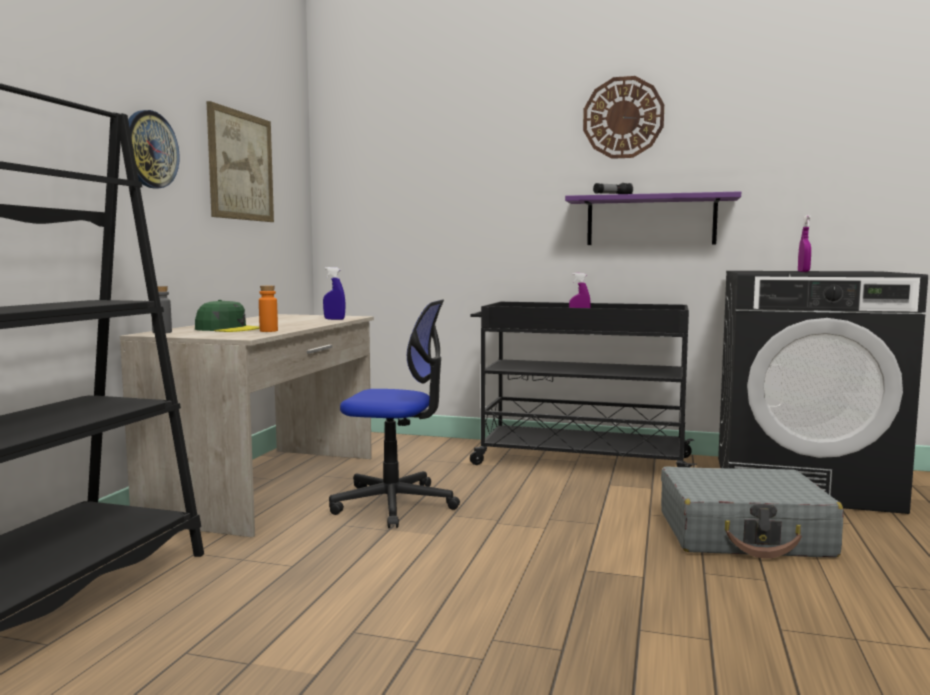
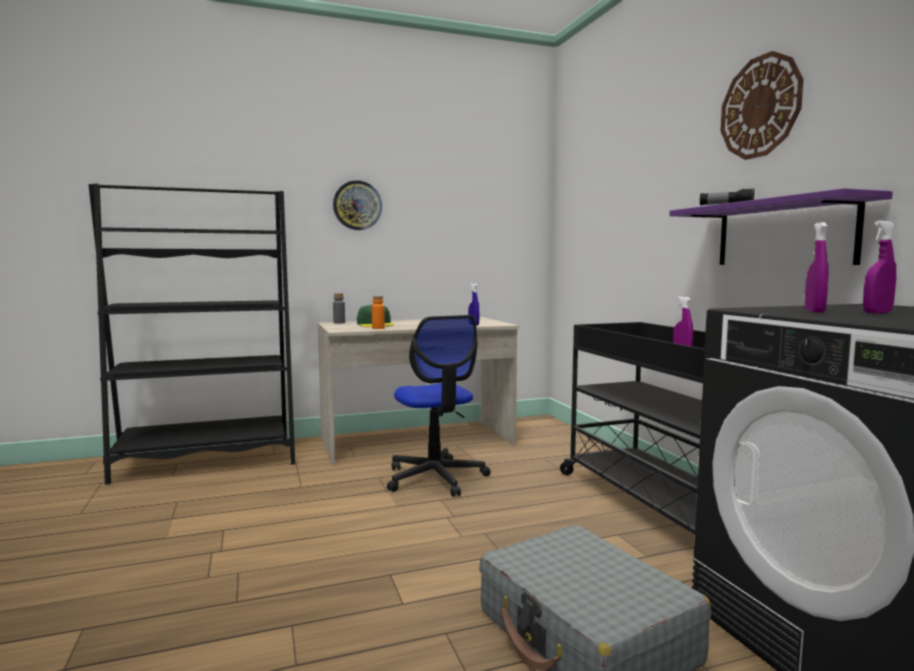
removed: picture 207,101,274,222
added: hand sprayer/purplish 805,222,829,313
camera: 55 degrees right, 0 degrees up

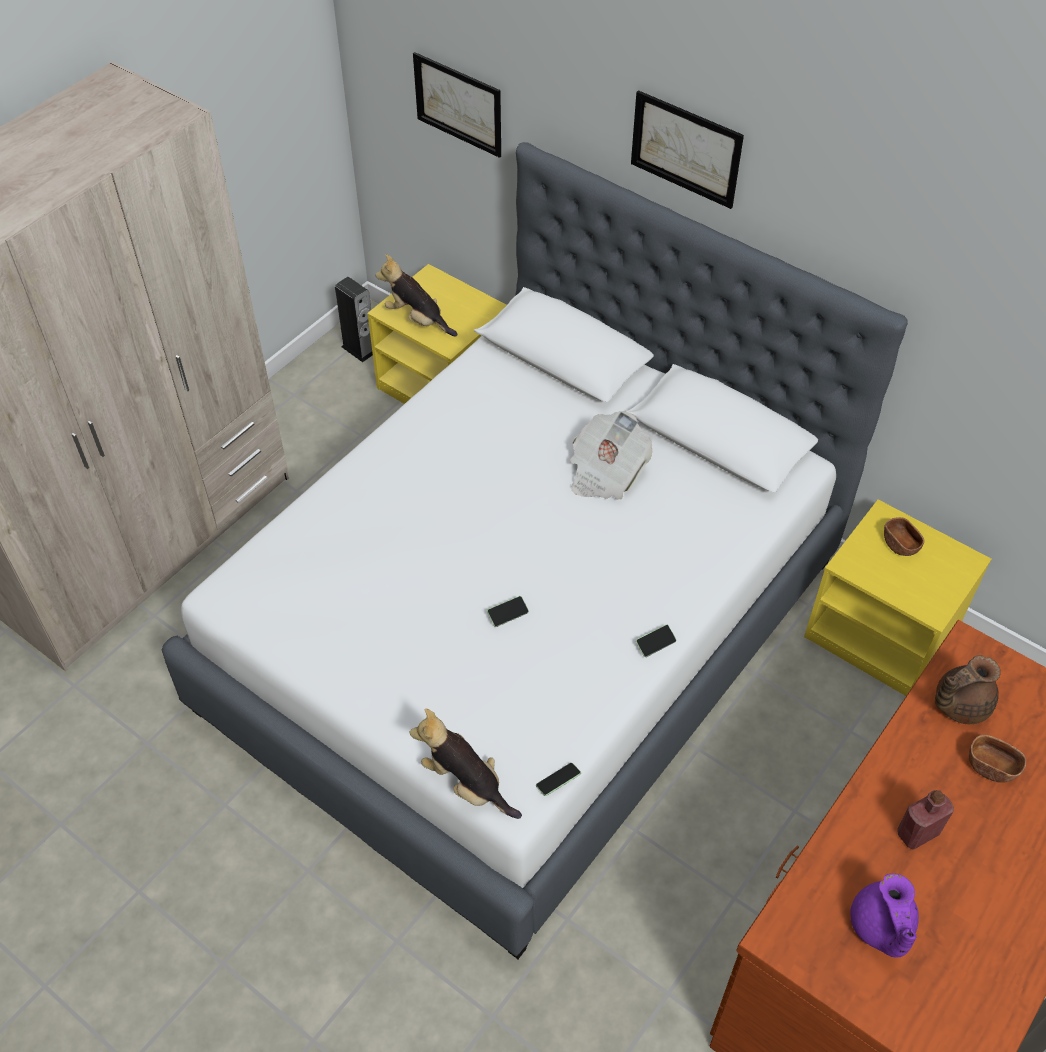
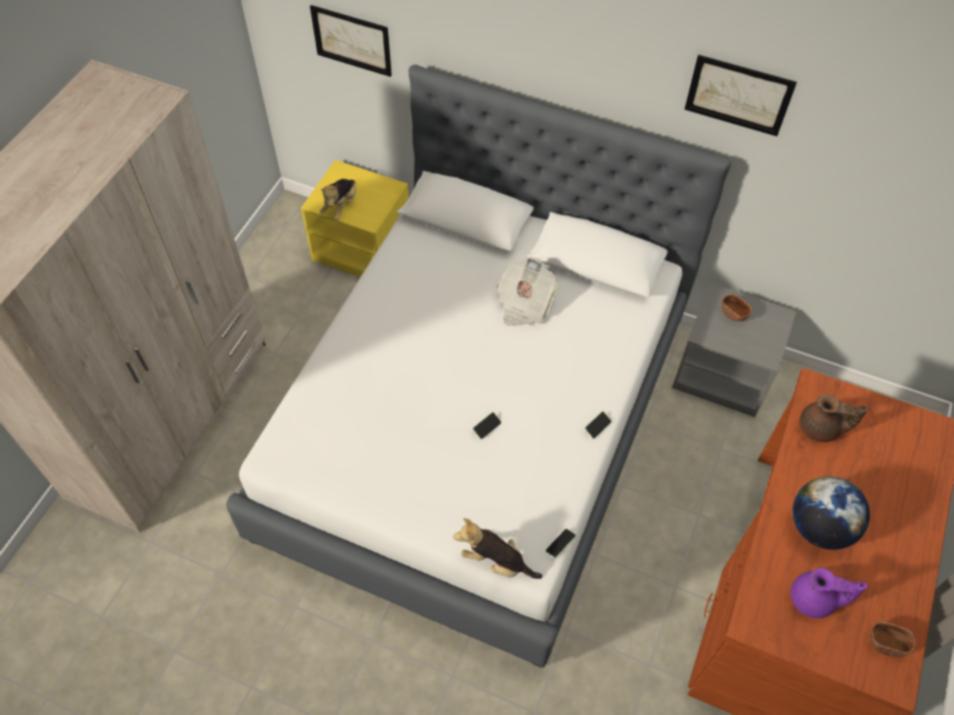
removed: audio speaker 335,277,373,362
moved: picture 631,90,744,209 to 684,55,797,136; deep dish/brown-coloured 969,734,1026,783 to 870,621,915,657
replaced: drink bottle/reddish 897,790,954,850 to world globe 793,476,870,550
recoloured: nightstand/yellow 804,500,992,696 to nightstand/grey 672,283,797,417
turned: cuddly toy 376,254,458,337 = 320,179,356,220 90 degrees counterclockwise; tea pot/purplish 851,873,919,958 = 791,568,868,619 60 degrees counterclockwise; tea pot/brown-coloured 935,655,1001,724 = 799,394,868,443 120 degrees counterclockwise
camera: 15 degrees left, 5 degrees up

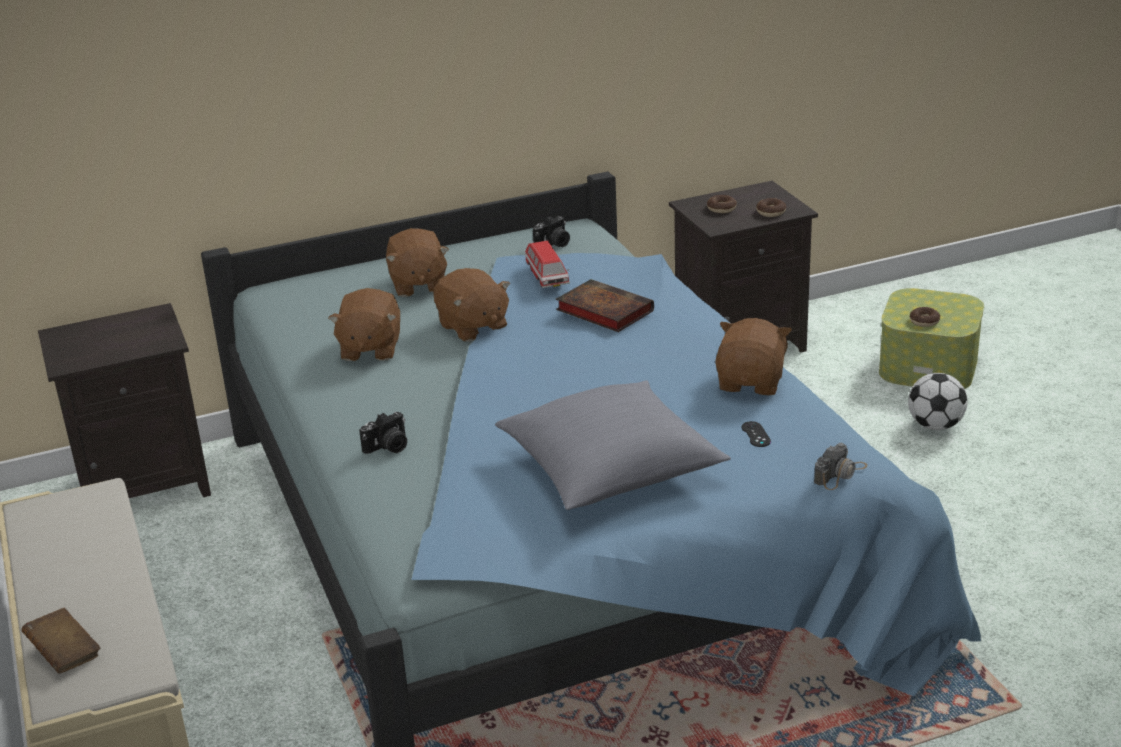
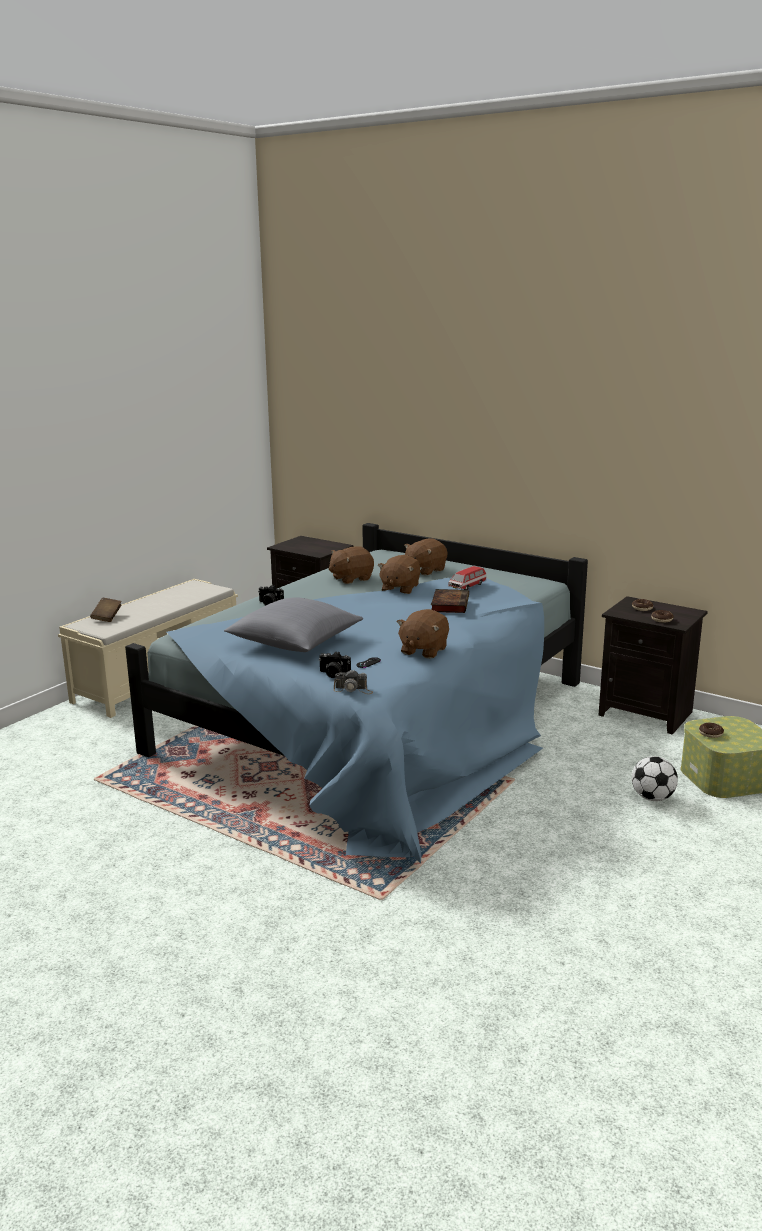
moved: photo camera 533,216,570,247 to 319,651,351,678
turned: cuddly toy/brown-coloured 715,318,792,395 = 397,609,449,659 135 degrees clockwise
camera: 55 degrees right, 10 degrees down

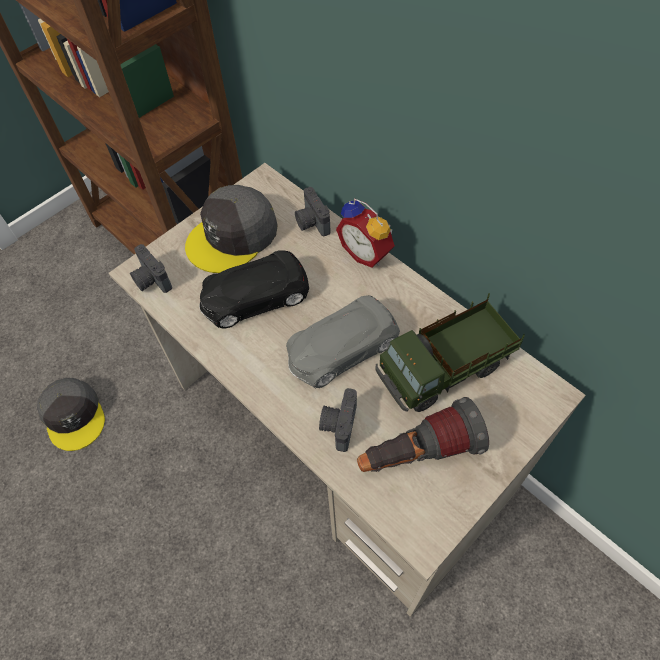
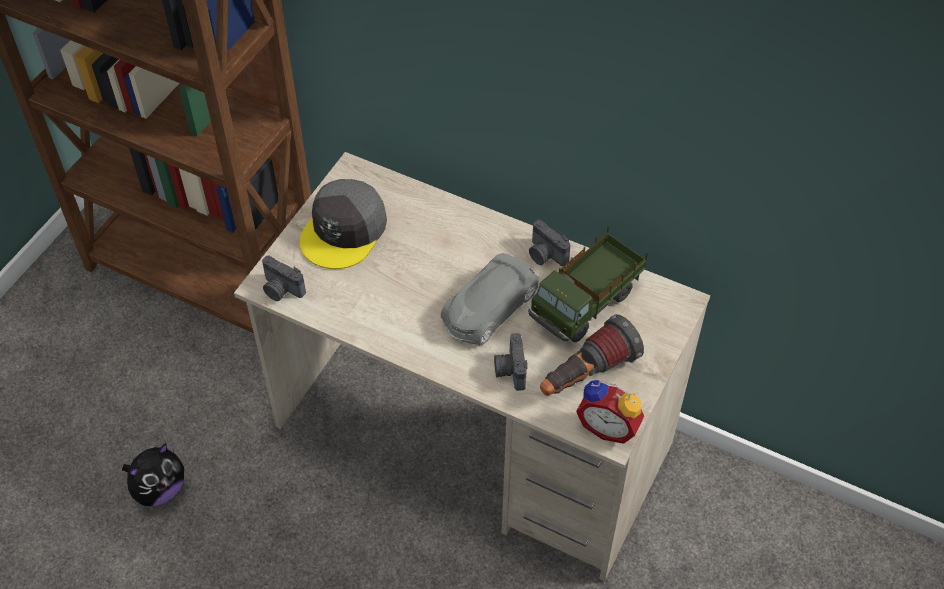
removed: toy car/black-coloured 199,250,309,329
moved: photo camera 295,187,331,236 to 529,220,570,266; alarm clock 336,198,395,268 to 576,380,644,444
replaced: peaked cap/grey 37,378,105,451 to cuddly toy 122,443,184,506
camera: 20 degrees left, 5 degrees down

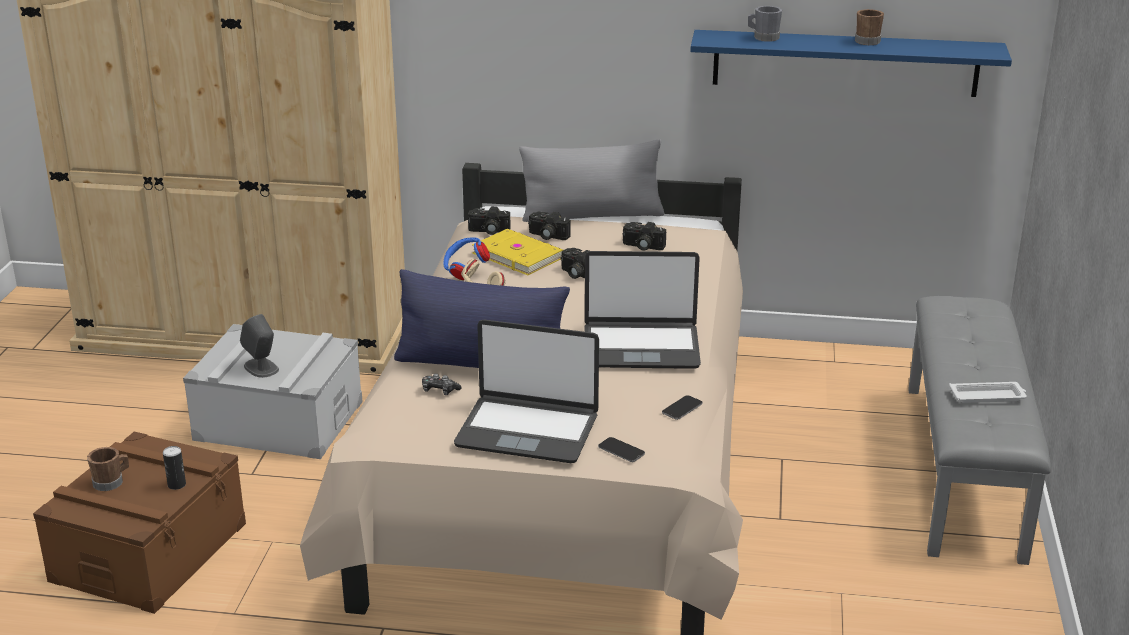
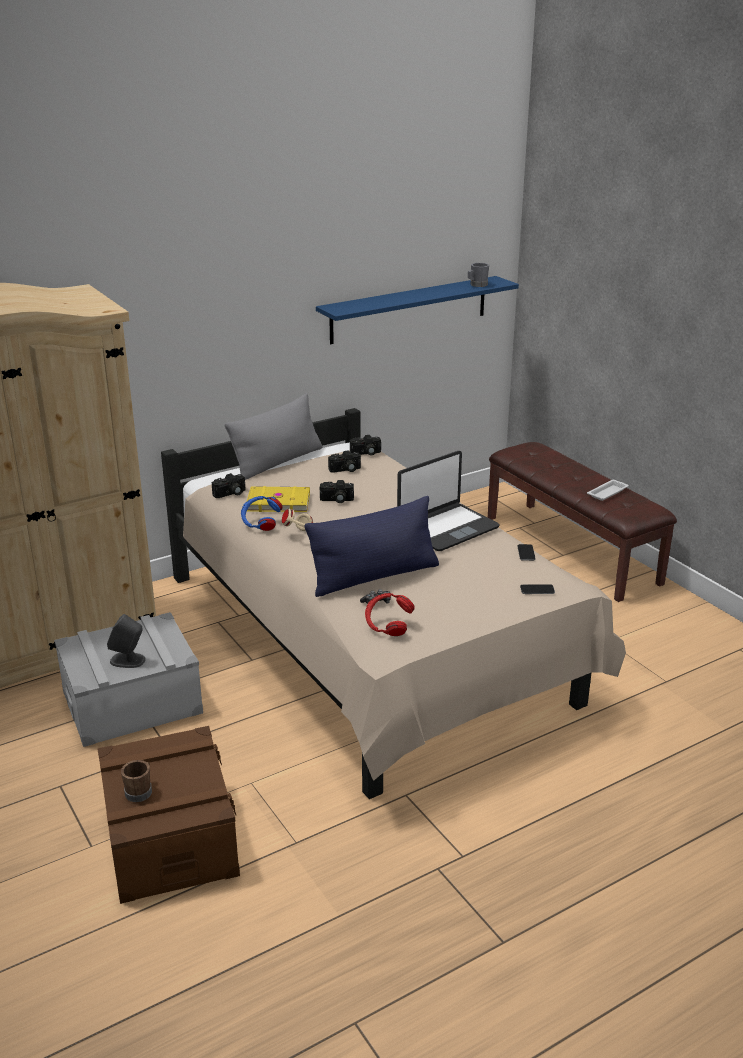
removed: metal can 163,446,186,490; portable computer 454,320,599,463; mug/brown-coloured 855,9,884,45
added: pair of headphones/reddish 365,593,415,636
moved: photo camera 528,211,571,240 to 350,435,381,455; mug/grey 748,6,782,42 to 468,263,489,287
recoloured: long seat/grey 908,296,1051,565 to long seat/brown-coloured 488,442,677,602
camera: 40 degrees left, 0 degrees up

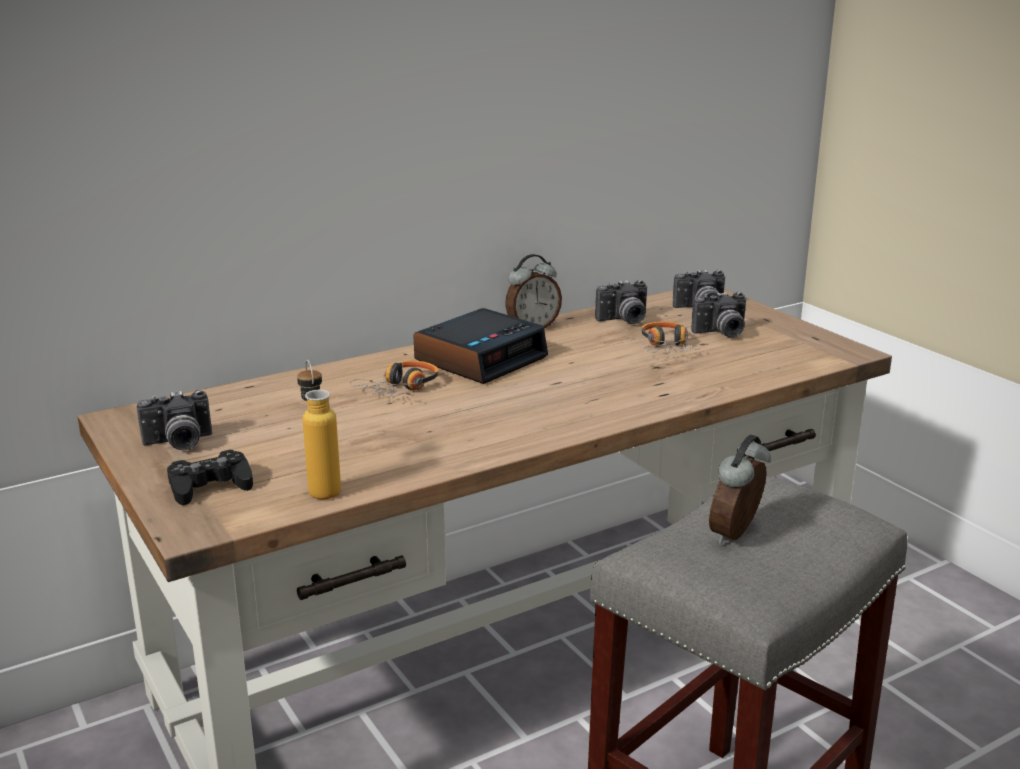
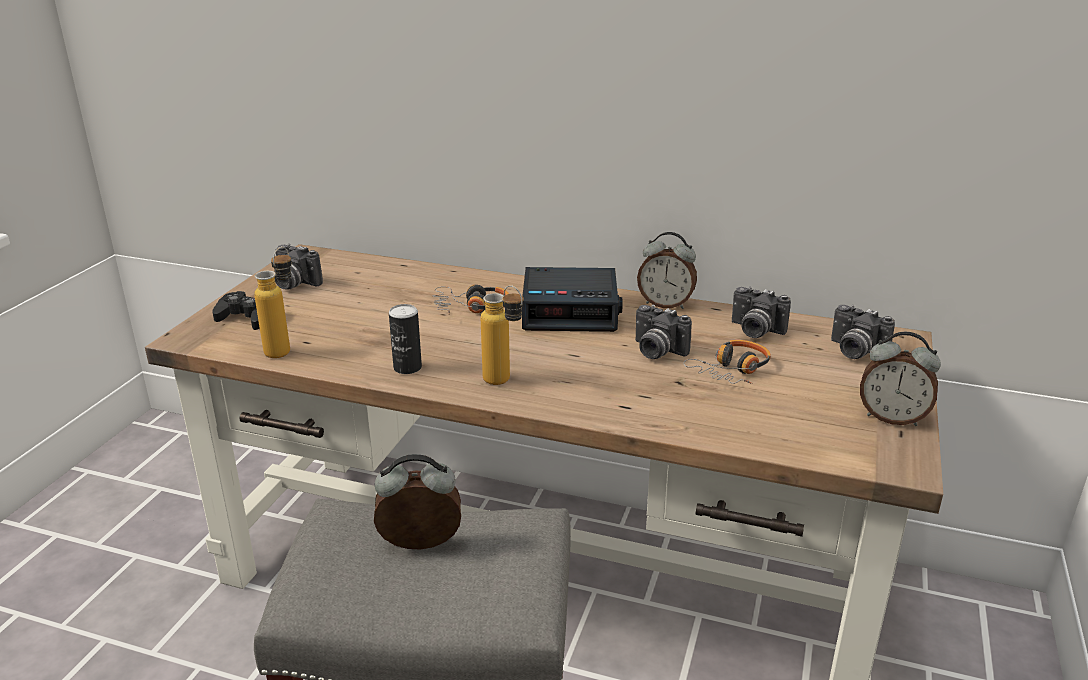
added: metal can 389,304,422,374; drink bottle 481,285,524,385; alarm clock 860,332,941,426
moved: photo camera 691,292,746,338 to 635,305,692,359
camera: 50 degrees right, 5 degrees up

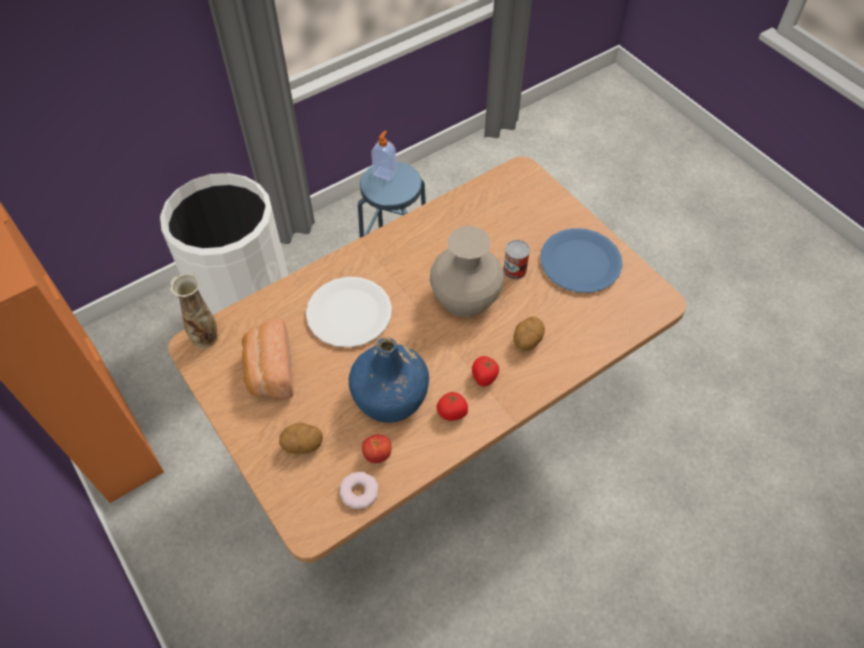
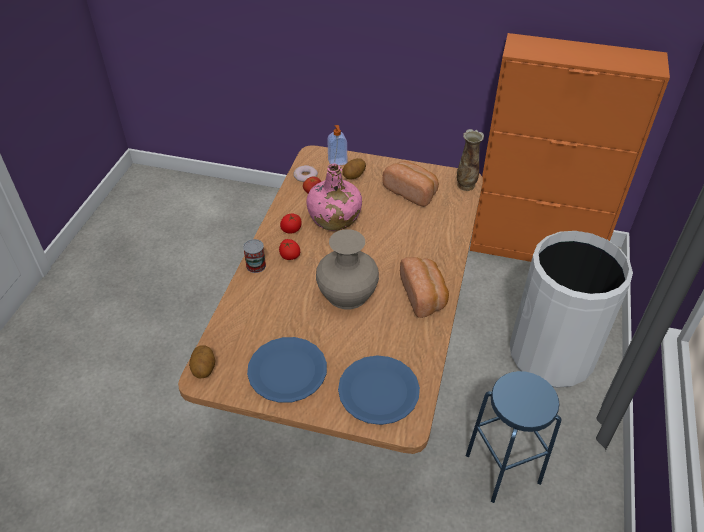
removed: dinner plate/whitish 306,277,392,347
added: dinner plate/blue-coloured 338,356,420,425; bread 400,257,449,318
moved: soap bottle 371,131,397,181 to 327,125,347,165; metal can 503,240,530,280 to 243,239,266,273; whole potato 514,317,545,351 to 189,345,215,379
recoloured: drink bottle/blue-coloured 349,337,429,423 to drink bottle/pink-coloured 306,163,362,231
camera: 140 degrees right, 10 degrees down

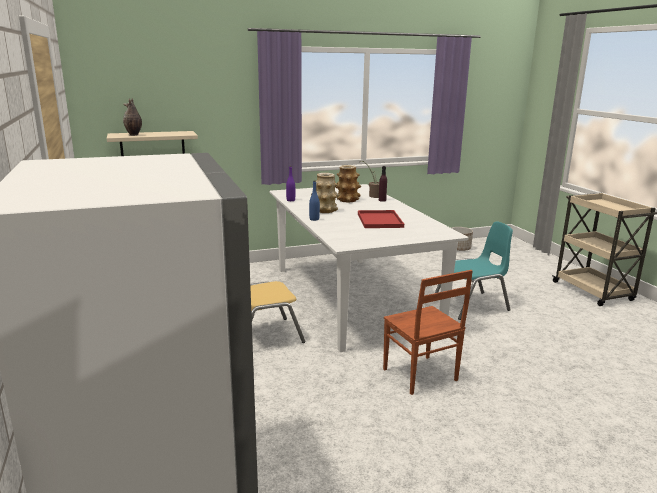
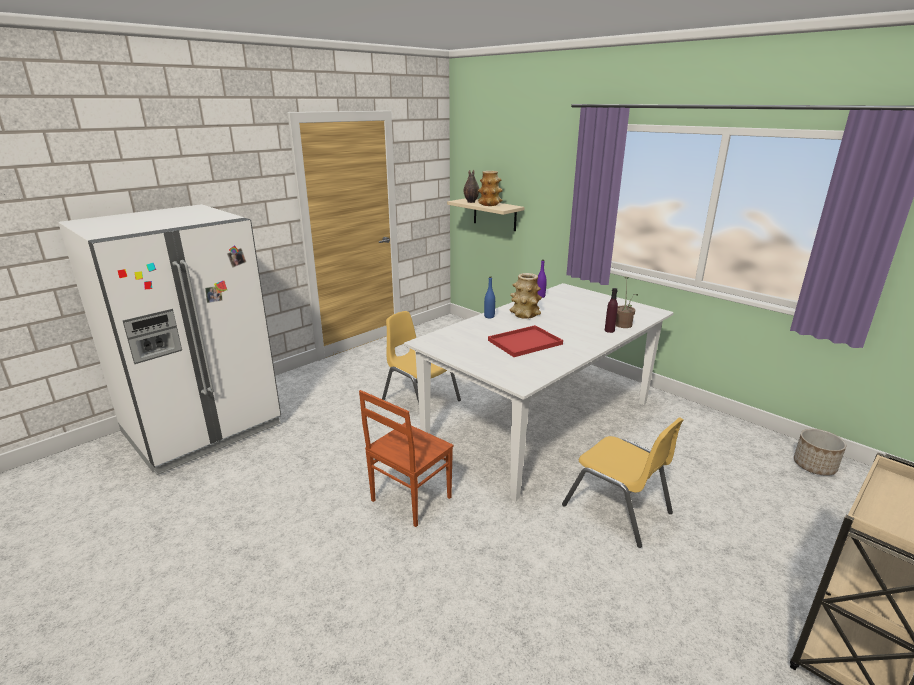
moved: decorative vase 335,165,361,202 to 478,171,503,206
recoloured: plain chair/turquoise-coloured 435,222,513,320 to plain chair/yellow 562,417,684,548
camera: 65 degrees right, 5 degrees up

